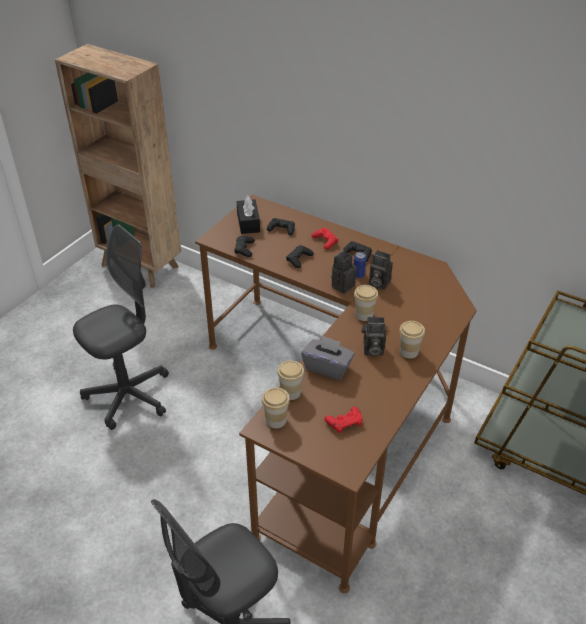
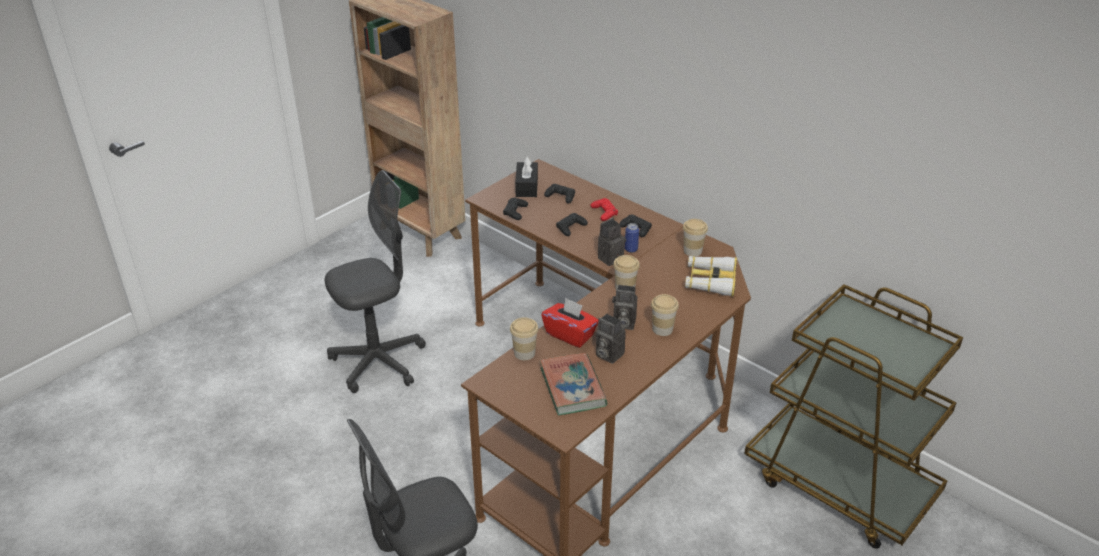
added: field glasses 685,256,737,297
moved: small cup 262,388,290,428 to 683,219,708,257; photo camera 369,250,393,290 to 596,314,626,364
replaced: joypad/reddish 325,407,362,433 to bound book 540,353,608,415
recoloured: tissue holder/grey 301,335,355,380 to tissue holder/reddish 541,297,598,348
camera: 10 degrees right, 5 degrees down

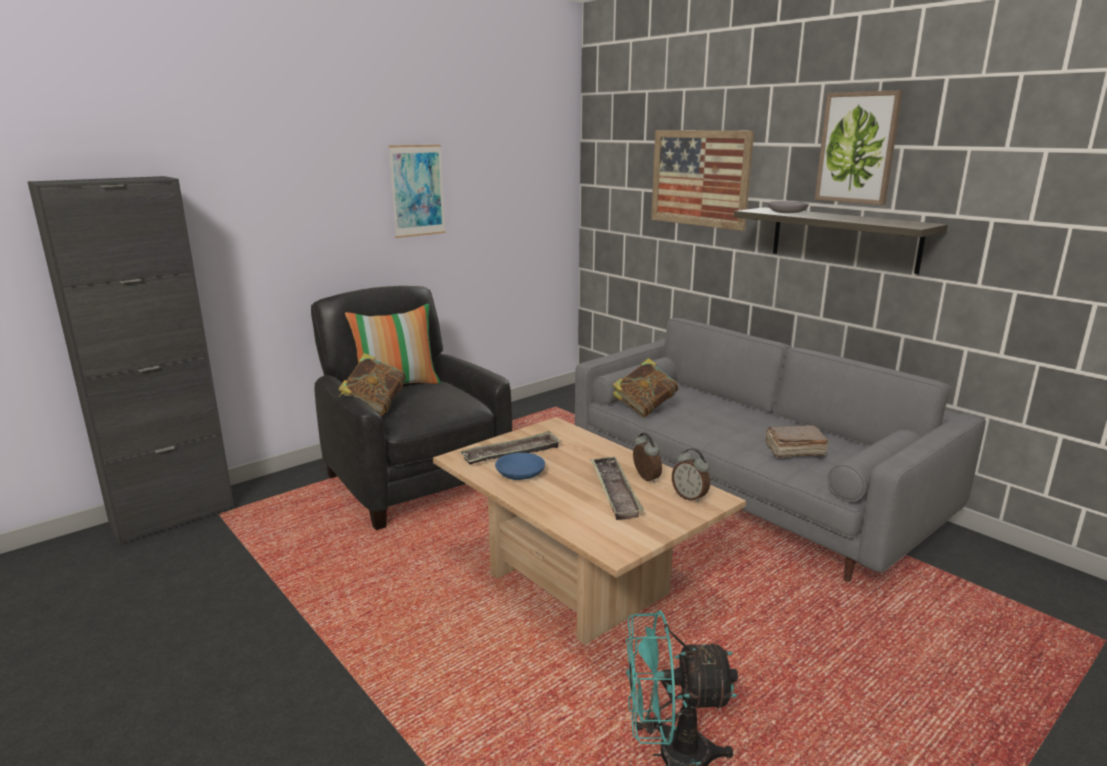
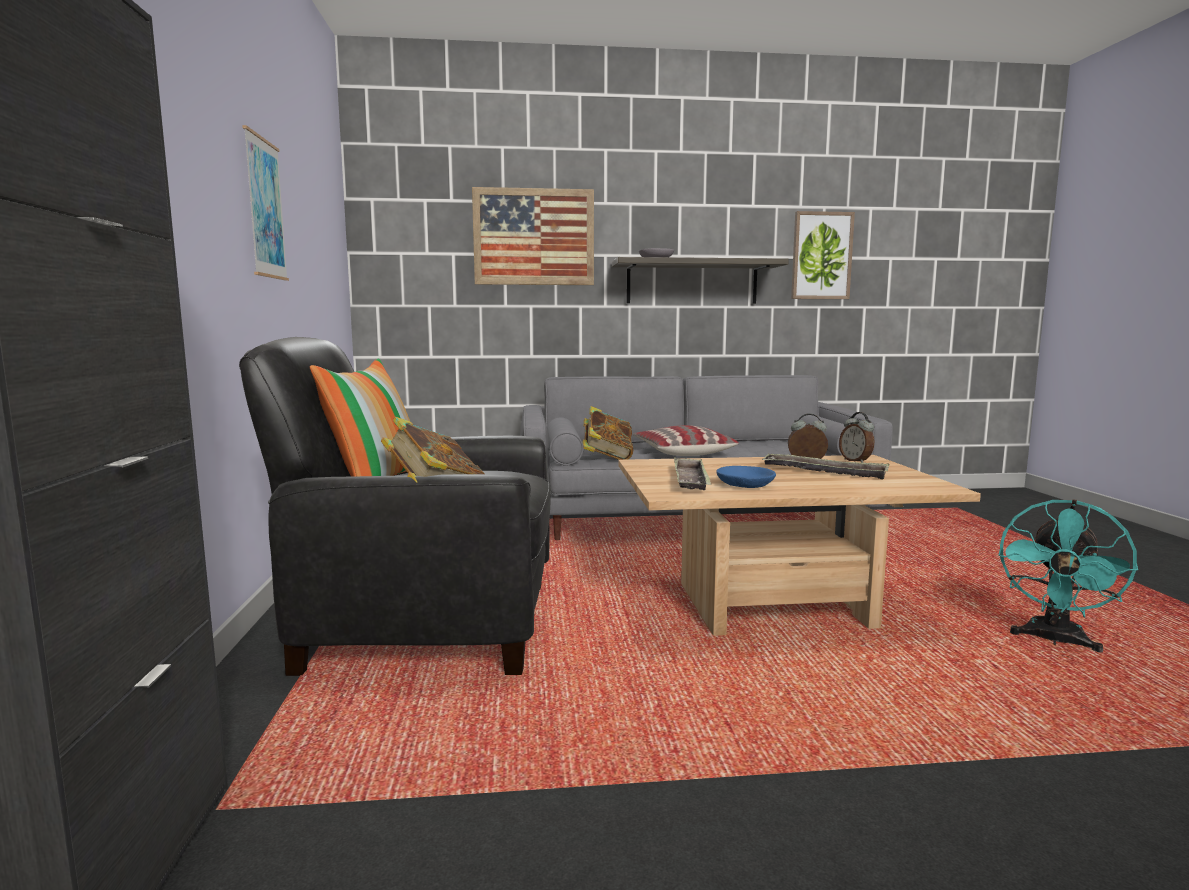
removed: bound book/brown-coloured 766,425,829,457
added: throw pillow 633,425,739,456
moved: picture 815,90,903,205 to 791,211,855,299
turned: alarm clock 672,448,710,503 = 839,412,874,463 75 degrees clockwise
camera: 55 degrees left, 10 degrees down

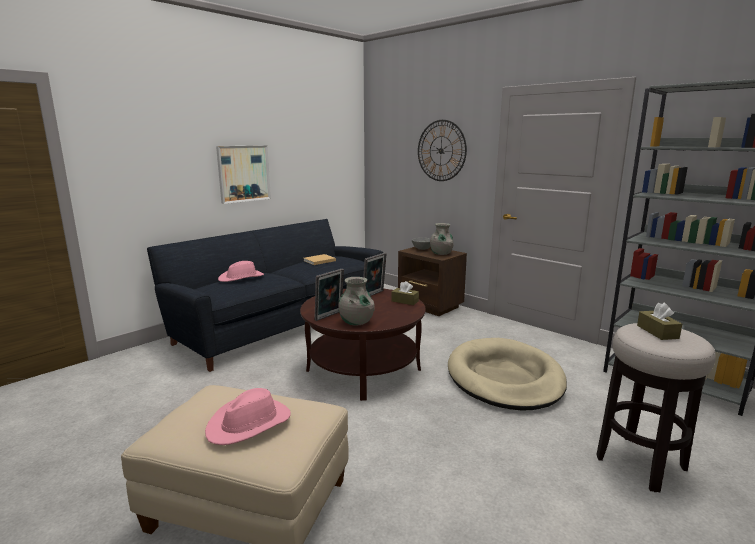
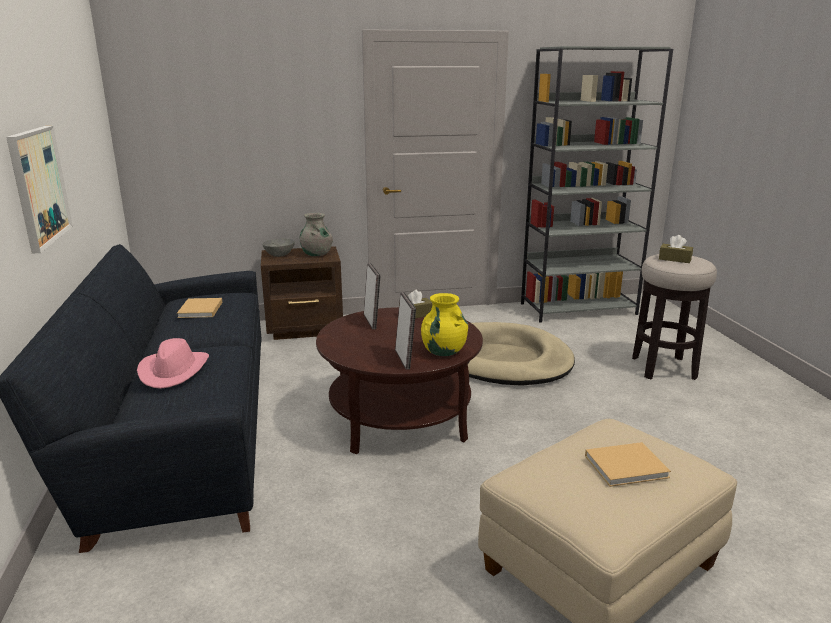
removed: clock on the wall 418,120,467,181
replaced: wearable hat/pink-coloured 205,388,291,445 to bound book/beige 585,442,671,487
recoloured: decorative vase/grey 338,277,375,326 to decorative vase/yellow 421,293,468,356
camera: 55 degrees left, 5 degrees up

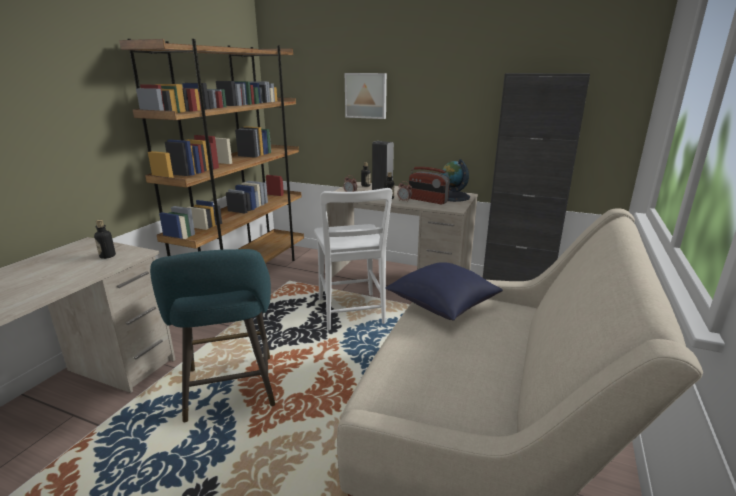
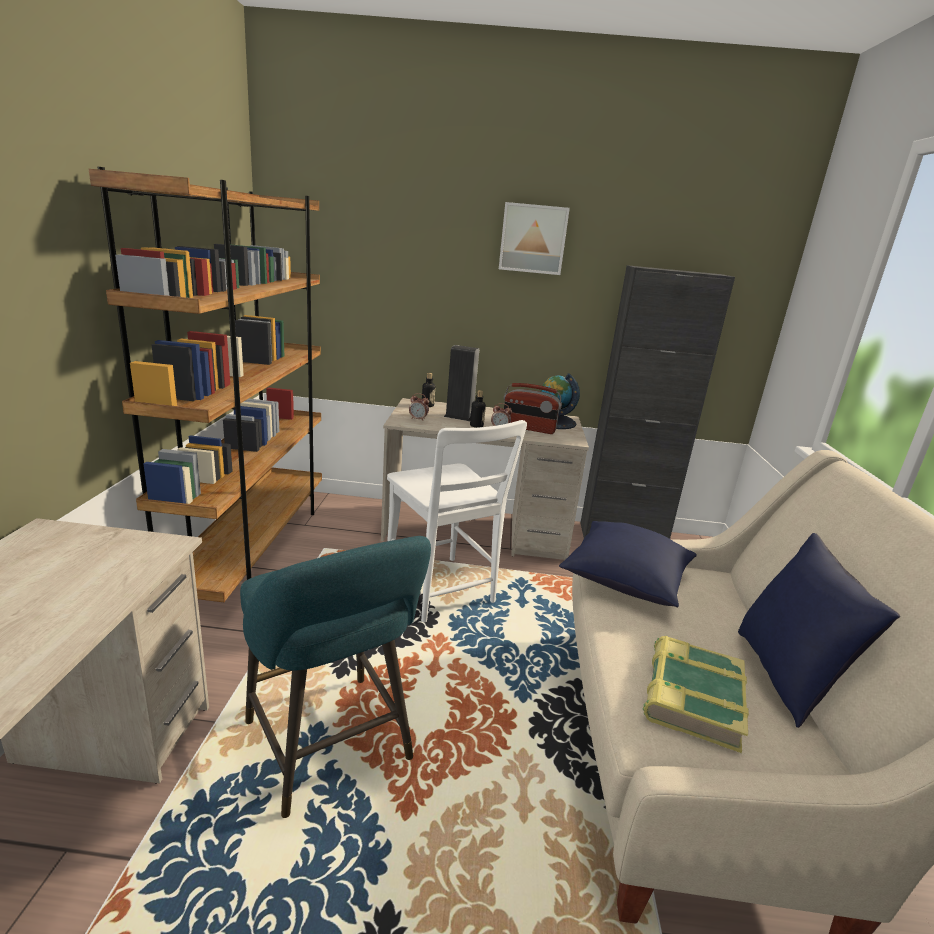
removed: drink bottle 94,220,116,259
added: bound book 643,636,749,753; throw pillow/blue-coloured 738,533,900,728
moved: picture 345,73,387,119 to 499,202,570,275
camera: 20 degrees left, 0 degrees up

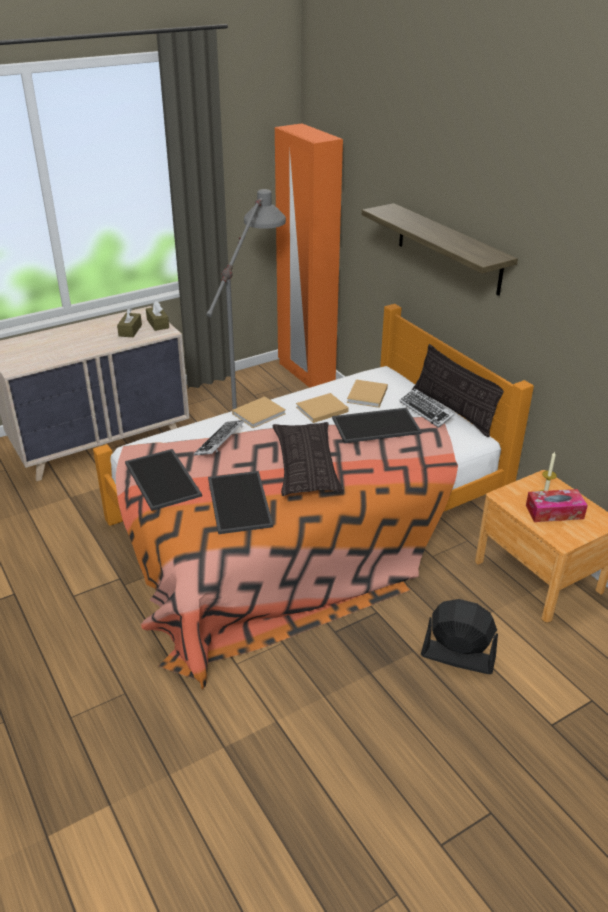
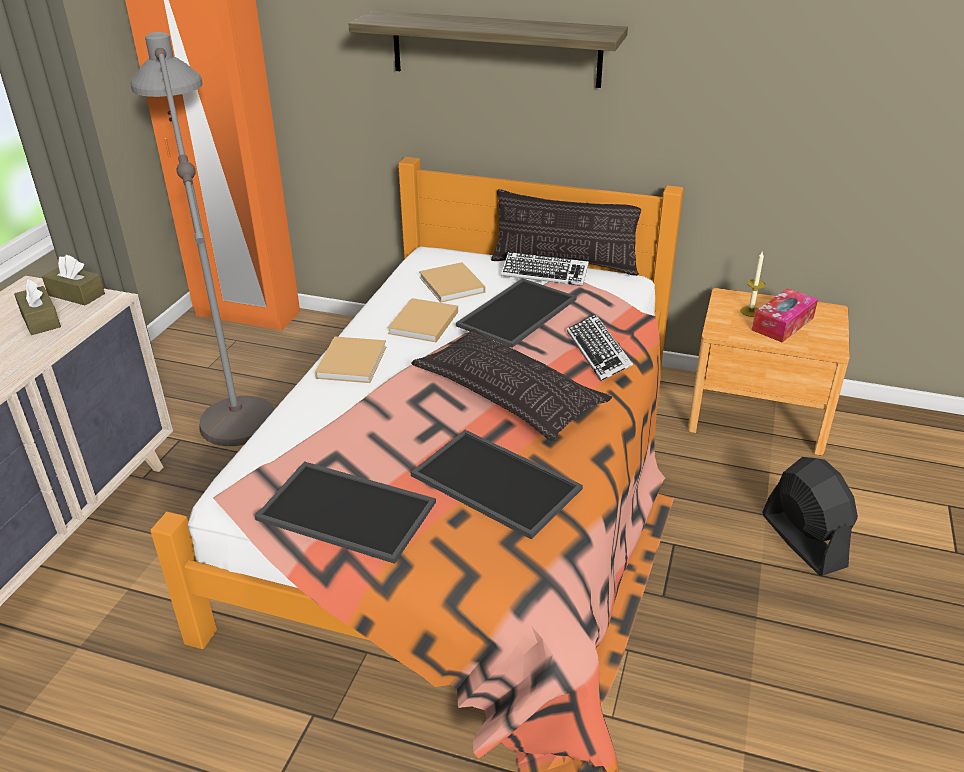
moved: keyboard 194,420,244,456 to 567,314,633,381
turned: electric fan/black-coloured 421,599,498,674 = 762,457,858,576 90 degrees clockwise
camera: 40 degrees left, 0 degrees up

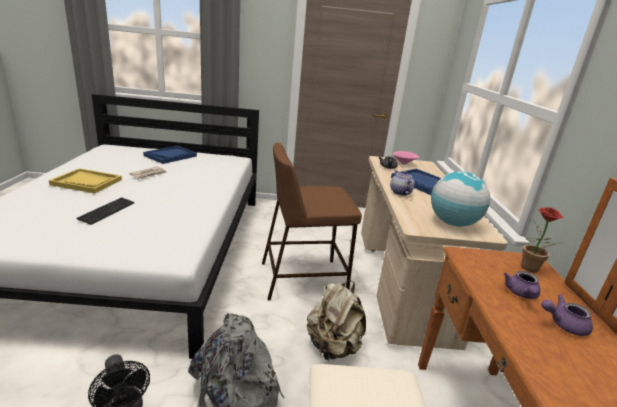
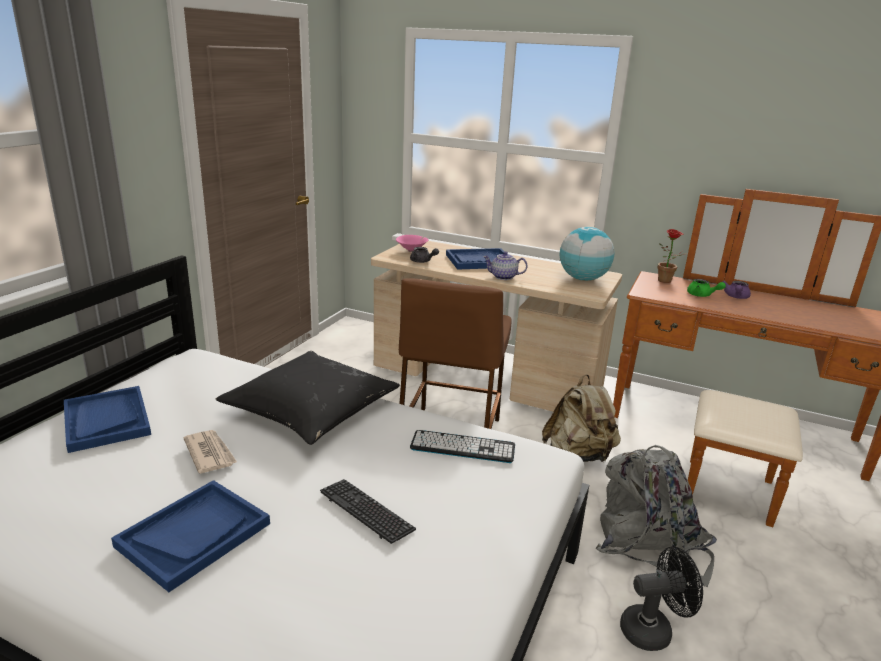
added: throw pillow/black-coloured 216,351,400,445; keyboard 410,430,515,463
recoloured: carrying tray/yellow 49,168,122,193 to carrying tray/blue-coloured 111,480,270,592; tea pot/purplish 504,271,541,299 to tea pot/greenish 687,279,726,297
camera: 65 degrees left, 0 degrees up

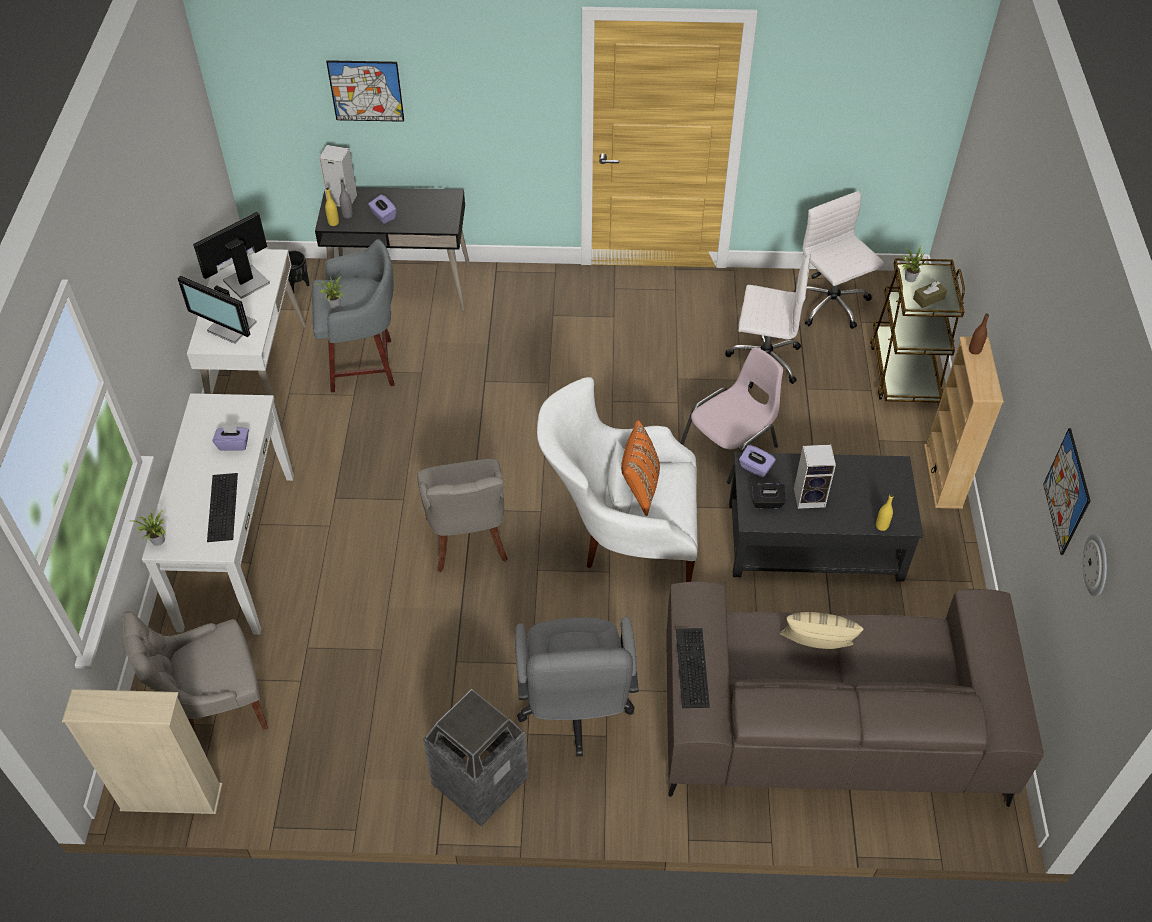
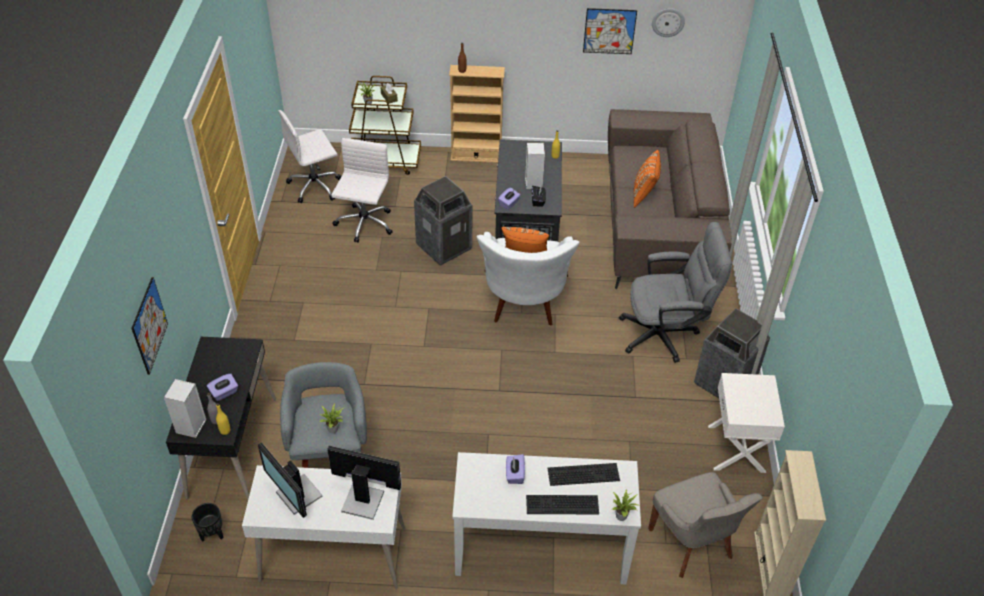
removed: plain chair/grey 417,459,508,572
added: nightstand/whitish 708,373,785,473
moved: keyboard 676,628,710,708 to 526,495,599,514
replaced: plain chair/pink-coloured 680,347,783,484 to trash can 414,176,473,266
recoloured: throw pillow/beige 779,612,864,649 to throw pillow/orange 634,150,661,208
turned: computer screen 177,276,256,344 = 327,446,401,520 105 degrees counterclockwise
camera: 90 degrees left, 5 degrees down

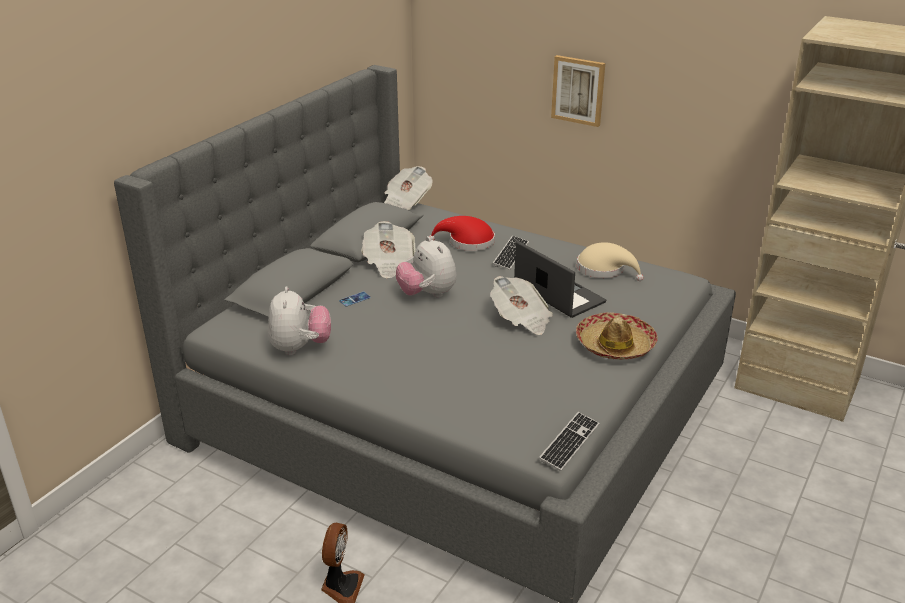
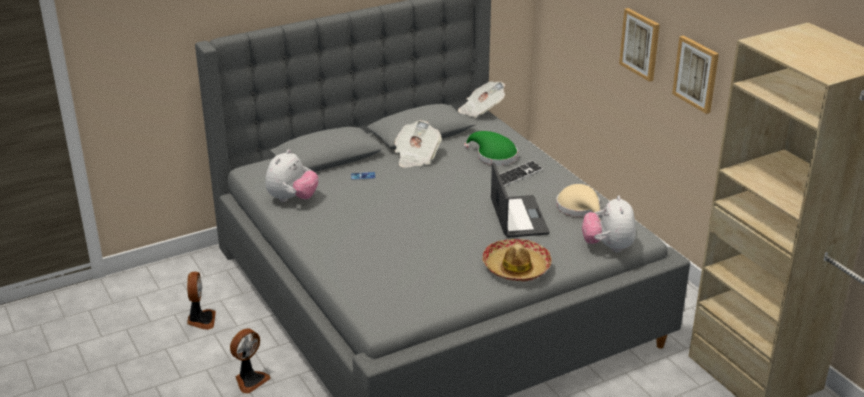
removed: printed paper 490,276,553,335; keyboard 539,412,600,471
added: electric fan 187,272,216,330; picture 672,35,719,114
moved: cuddly toy 396,236,457,298 to 582,195,635,253
recoloured: wearable hat/reddish 429,216,495,251 to wearable hat/greenish 464,131,518,166
camera: 30 degrees right, 0 degrees up

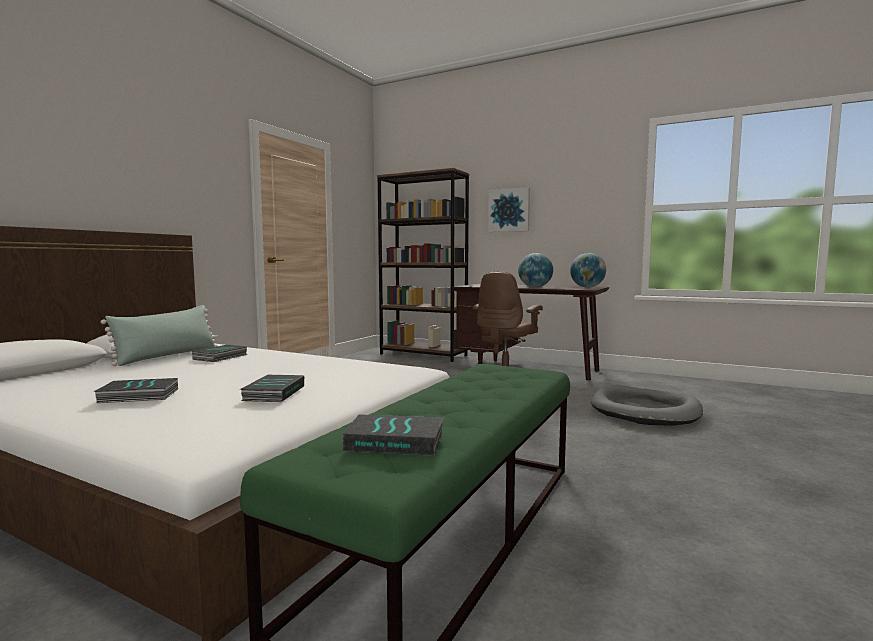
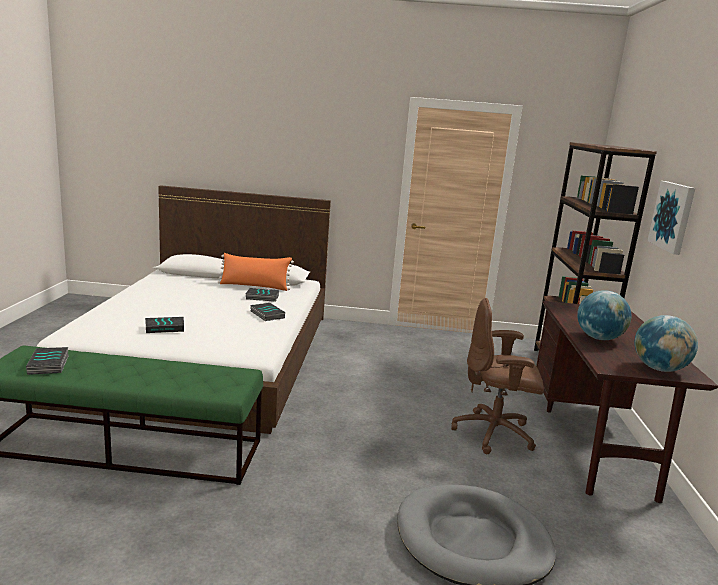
moved: bound book 94,378,178,403 to 250,303,285,321
recoloured: throw pillow/greenish 101,305,217,366 to throw pillow/orange 218,253,294,291
camera: 65 degrees right, 10 degrees up

